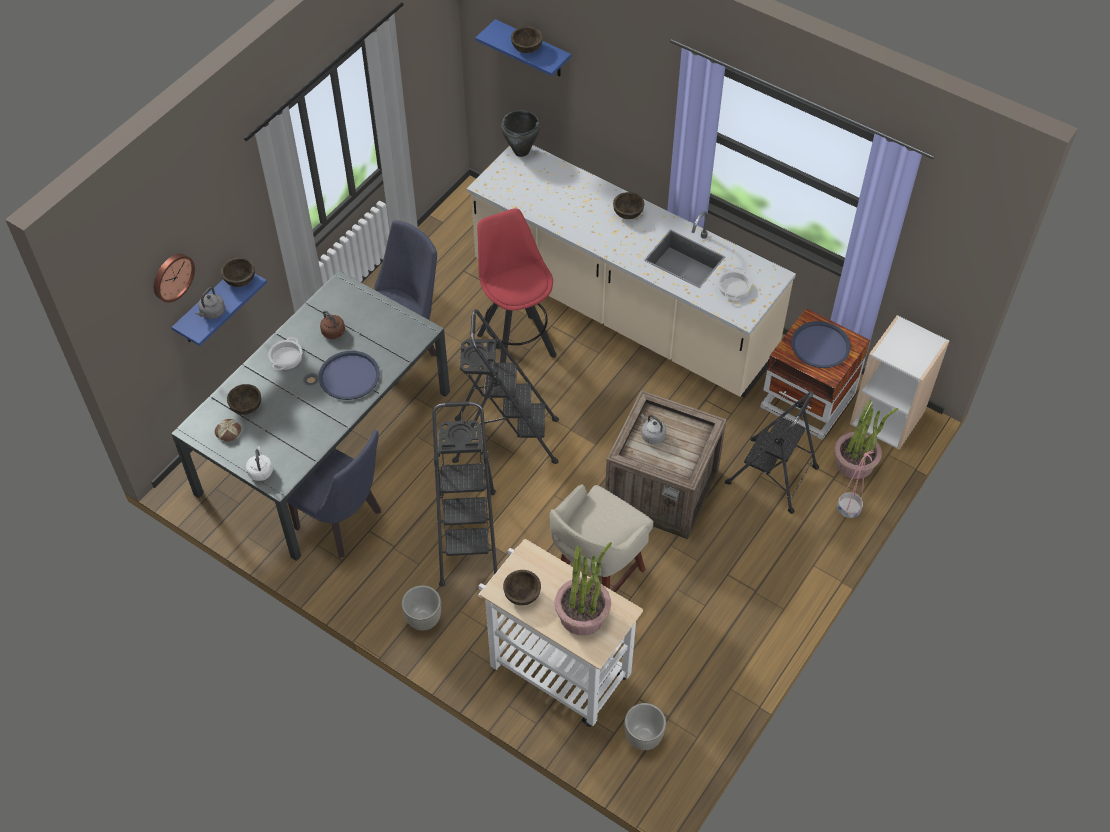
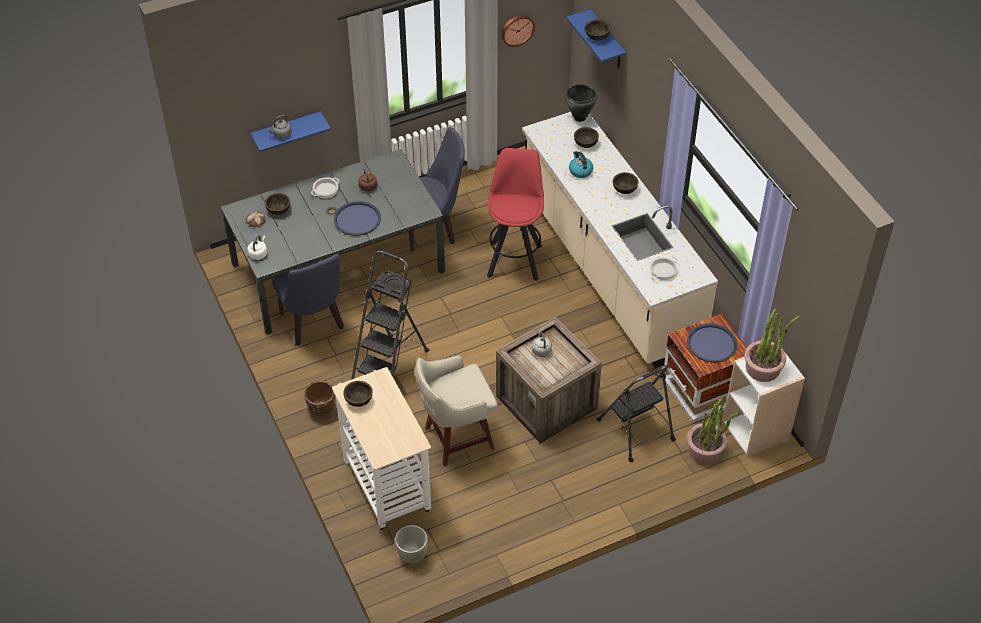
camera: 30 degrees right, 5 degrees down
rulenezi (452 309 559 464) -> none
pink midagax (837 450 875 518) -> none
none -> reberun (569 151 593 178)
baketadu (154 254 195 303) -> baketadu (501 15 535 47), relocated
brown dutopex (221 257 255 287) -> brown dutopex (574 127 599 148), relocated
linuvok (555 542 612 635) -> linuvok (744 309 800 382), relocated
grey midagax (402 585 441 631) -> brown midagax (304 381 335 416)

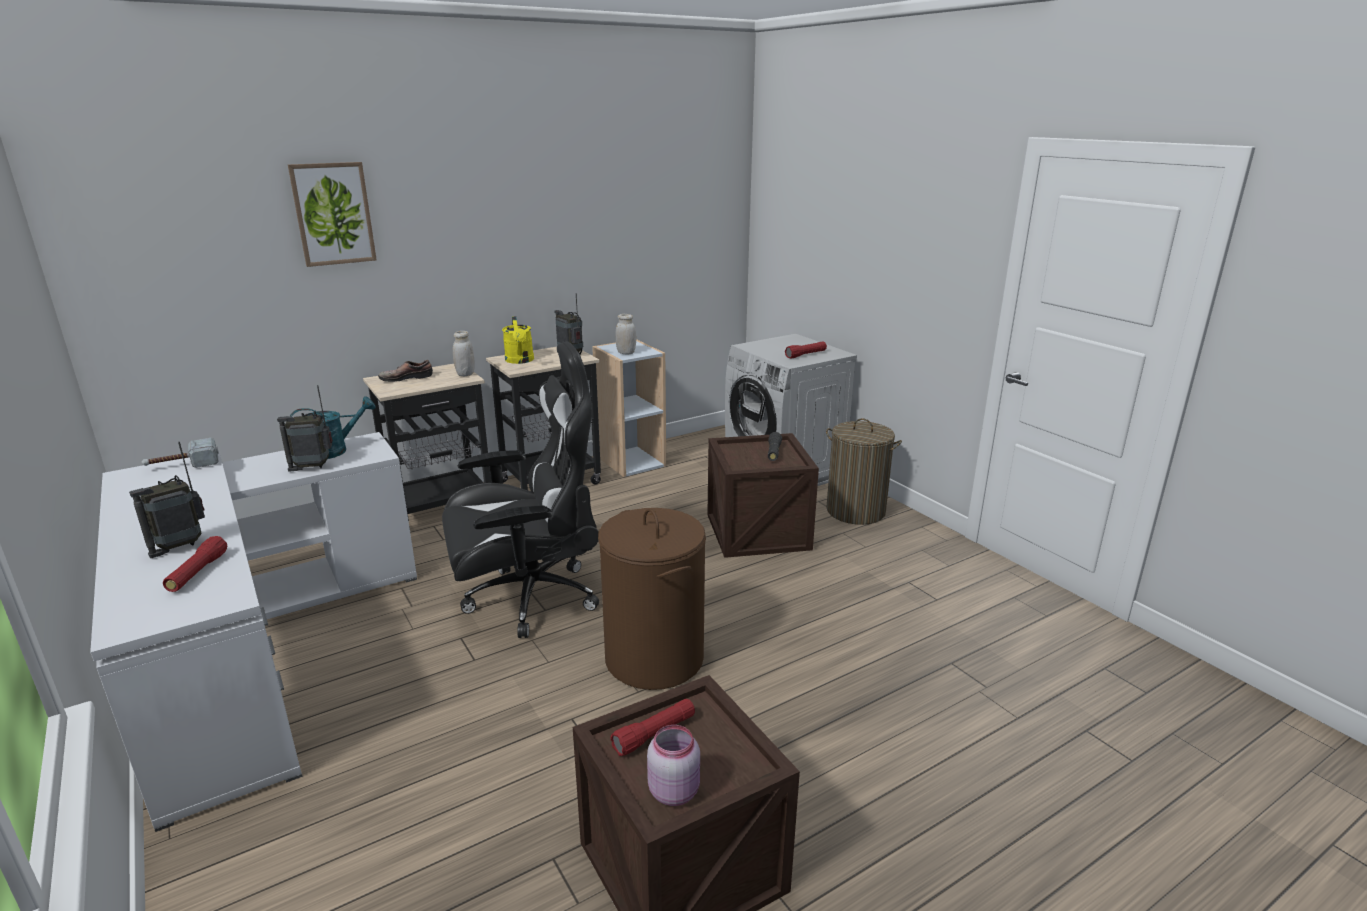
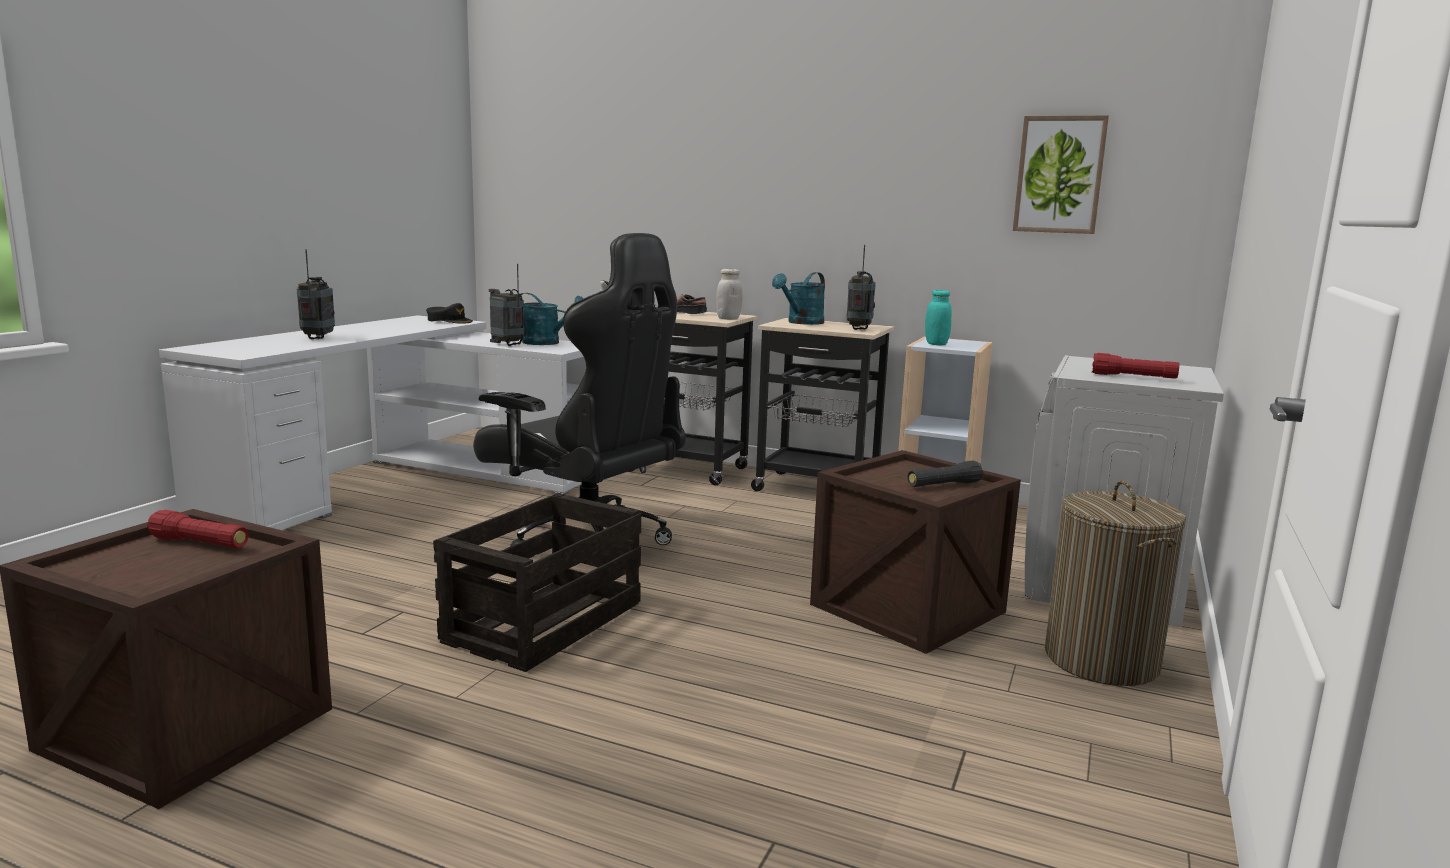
camera: 55 degrees right, 10 degrees down
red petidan (163 536 227 592) -> none
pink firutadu (647 725 700 806) -> none
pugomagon (288 162 377 267) -> pugomagon (1013 115 1109 234), relocated
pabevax (142 438 219 468) -> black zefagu (426 303 473 324)
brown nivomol (598 508 706 690) -> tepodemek (433 493 641 672)
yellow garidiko (502 316 534 364) -> turquoise garidiko (772 272 825 325)
white firutadu (616 314 636 355) -> turquoise firutadu (925 290 951 345)
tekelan (129 442 205 558) -> tekelan (297 249 335 339), 75 degrees clockwise

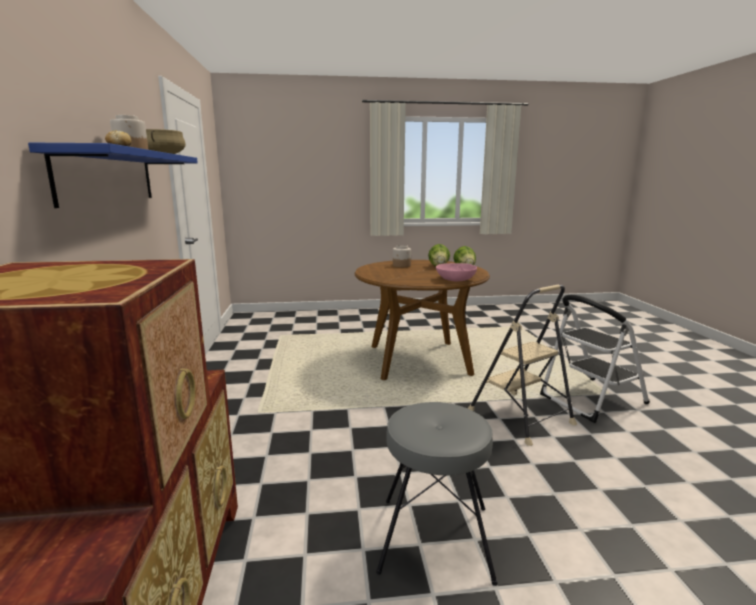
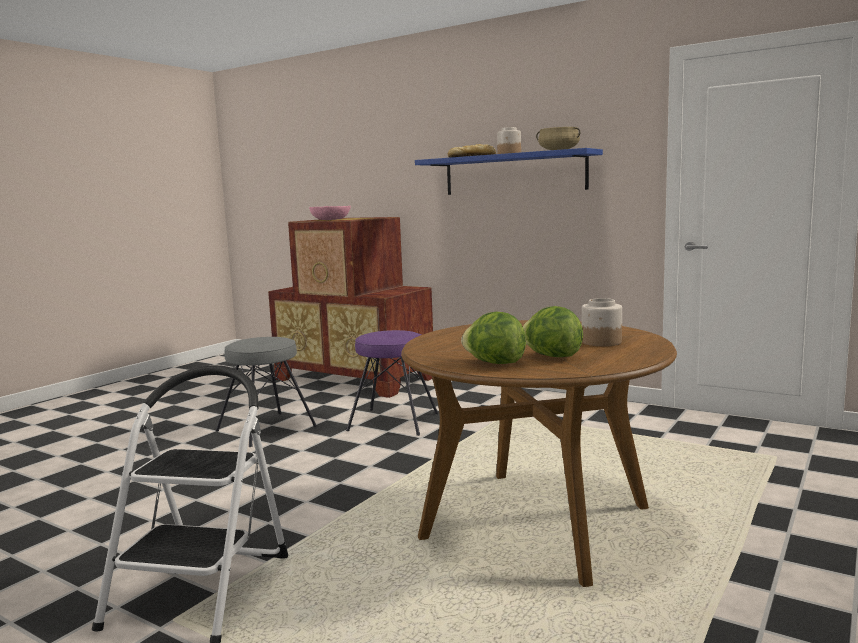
camera: 130 degrees right, 5 degrees down
beige rulenezi (468 285 577 446) -> none
none -> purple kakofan (346 330 438 436)
pink dutopex (436 263 477 281) -> pink dutopex (309 206 351 220), relocated

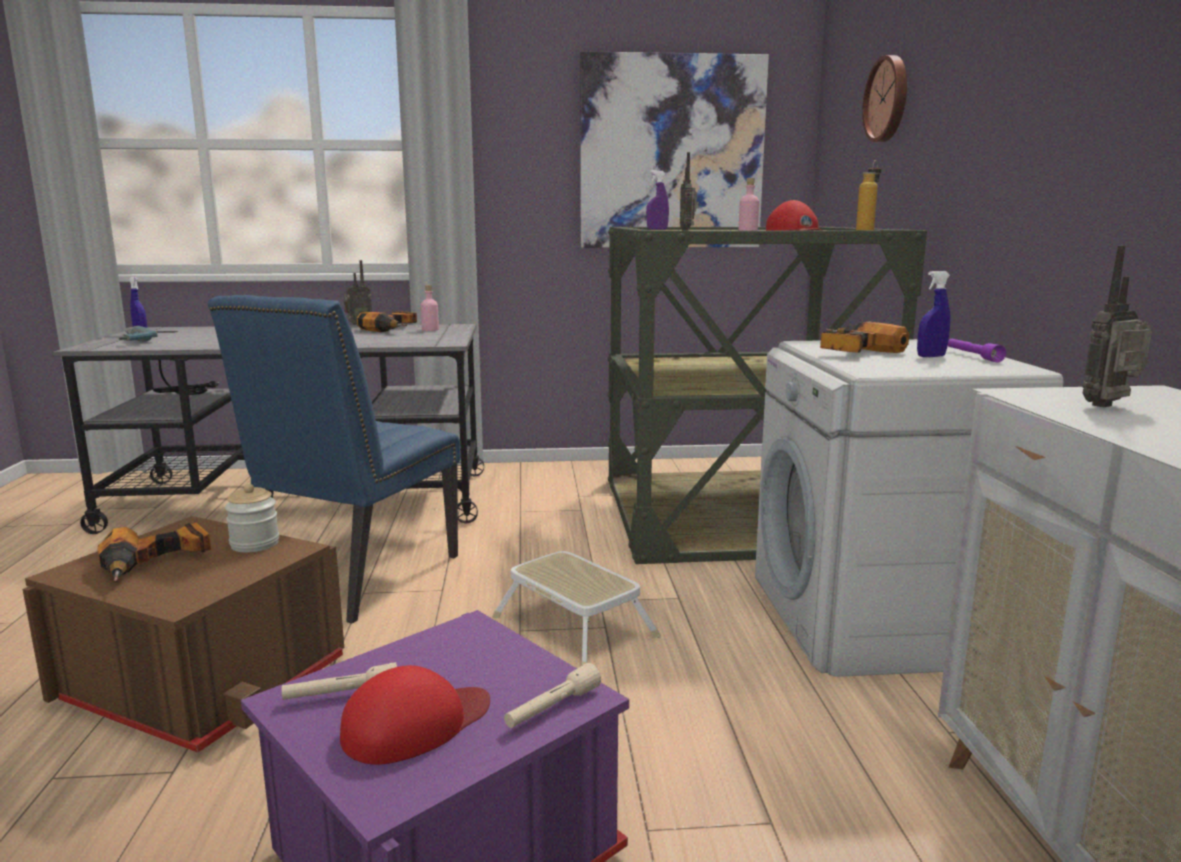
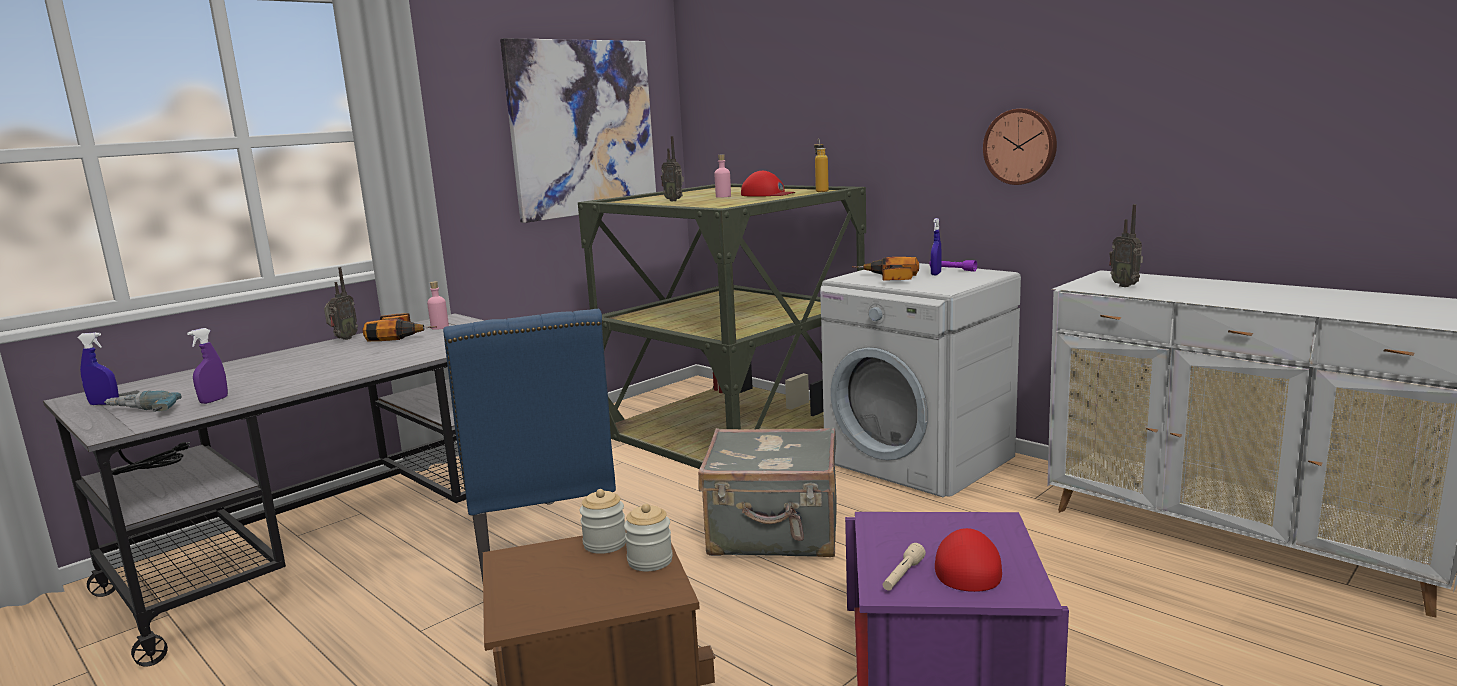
camera: 40 degrees left, 0 degrees up
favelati (97 522 211 582) -> none
beige petidan (504 663 601 728) -> none
none -> firutadu (624 504 673 571)
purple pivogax (646 170 669 230) -> purple pivogax (187 328 228 404), relocated
baketadu (862 55 907 142) -> baketadu (983 108 1057 185), relocated
beige rulenezi (492 551 661 665) -> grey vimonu (698 427 837 557)
tekelan (1082 246 1152 407) -> tekelan (1109 204 1143 287), 45 degrees counterclockwise

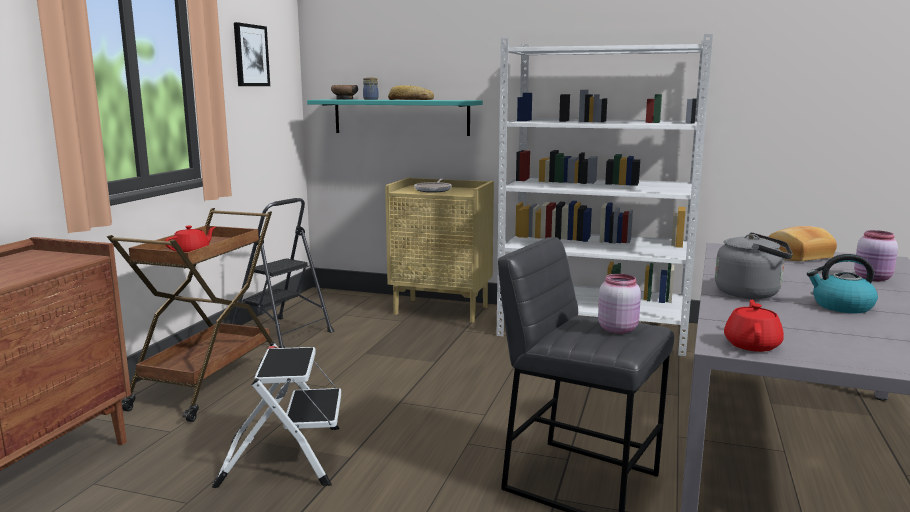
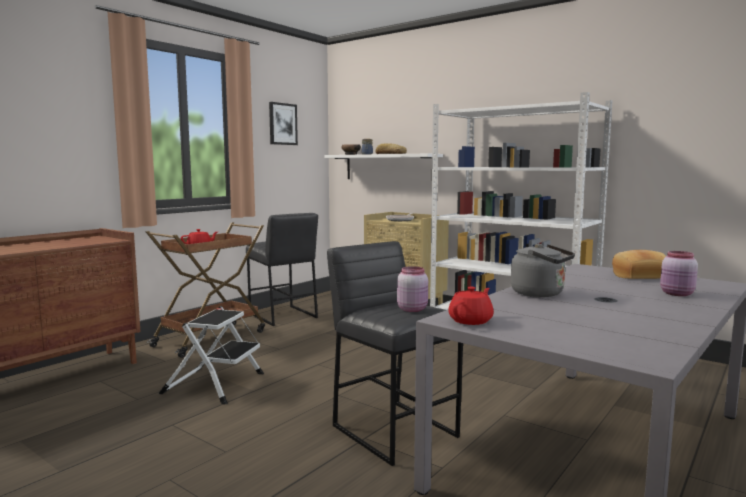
camera: 20 degrees right, 5 degrees down
reberun (807 254 878 313) -> none
black rulenezi (232 198 334 348) -> grey kakofan (246 213 318 326)
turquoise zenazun (307 99 483 136) -> white zenazun (325 153 443 179)

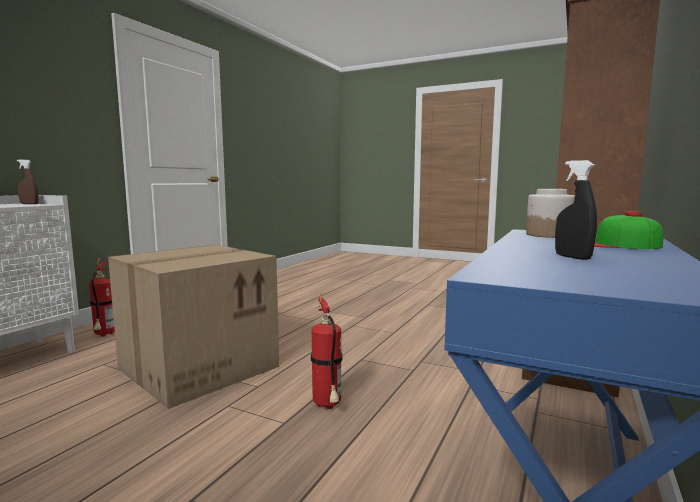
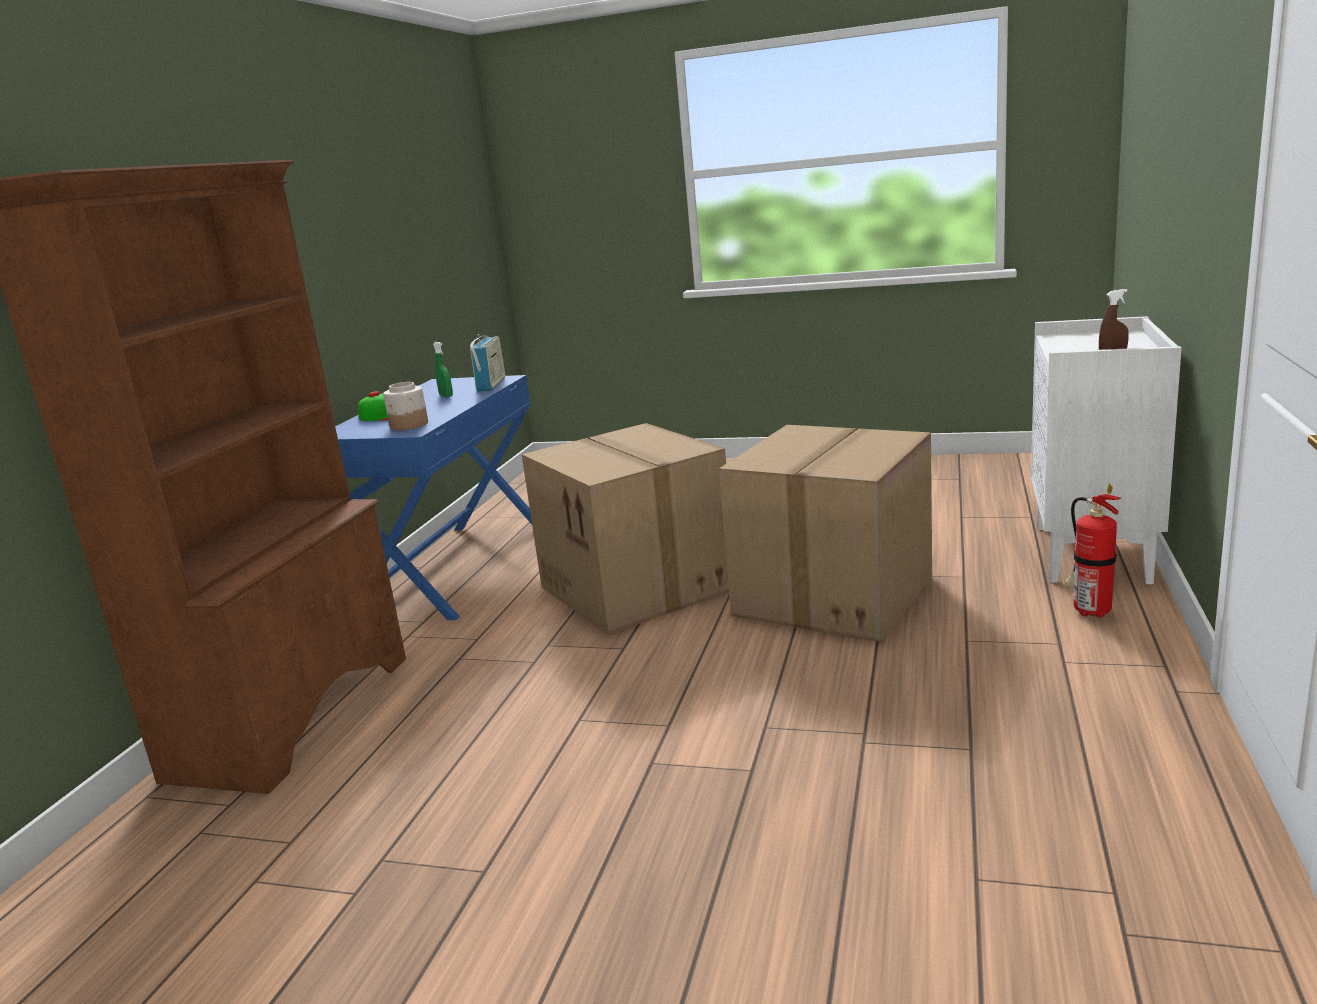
camera: 170 degrees right, 10 degrees up
none -> tekelan (470 334 505 392)
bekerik (311 293 342 409) -> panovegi (522 423 729 635)
black pivogax (555 160 597 260) -> green pivogax (433 342 453 397)

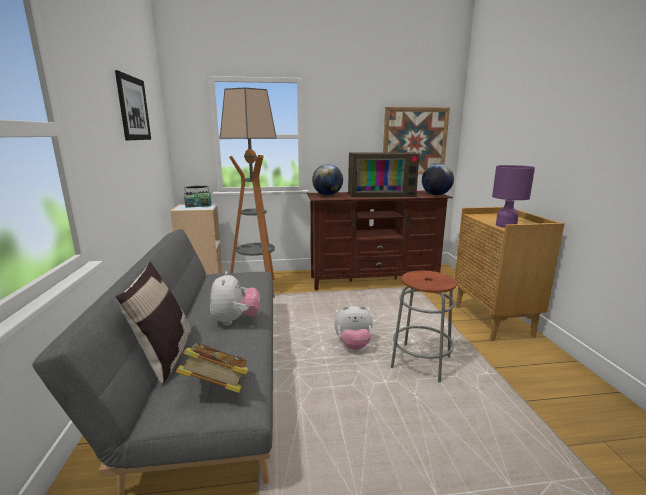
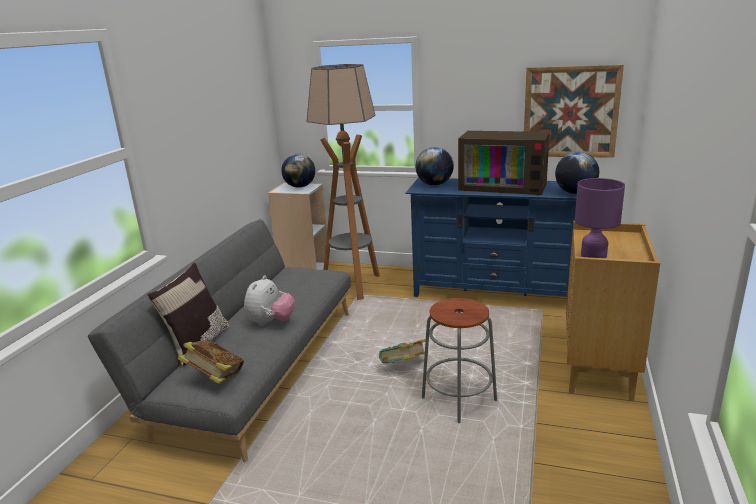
camera: 25 degrees right, 5 degrees up
pugomagon (115 70 151 140) -> none
tekelan (184 186 211 208) -> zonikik (281 154 315 188)
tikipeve (334 306 373 350) -> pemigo (379 339 429 363)
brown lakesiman (307 191 453 290) -> blue lakesiman (405 178 577 297)

